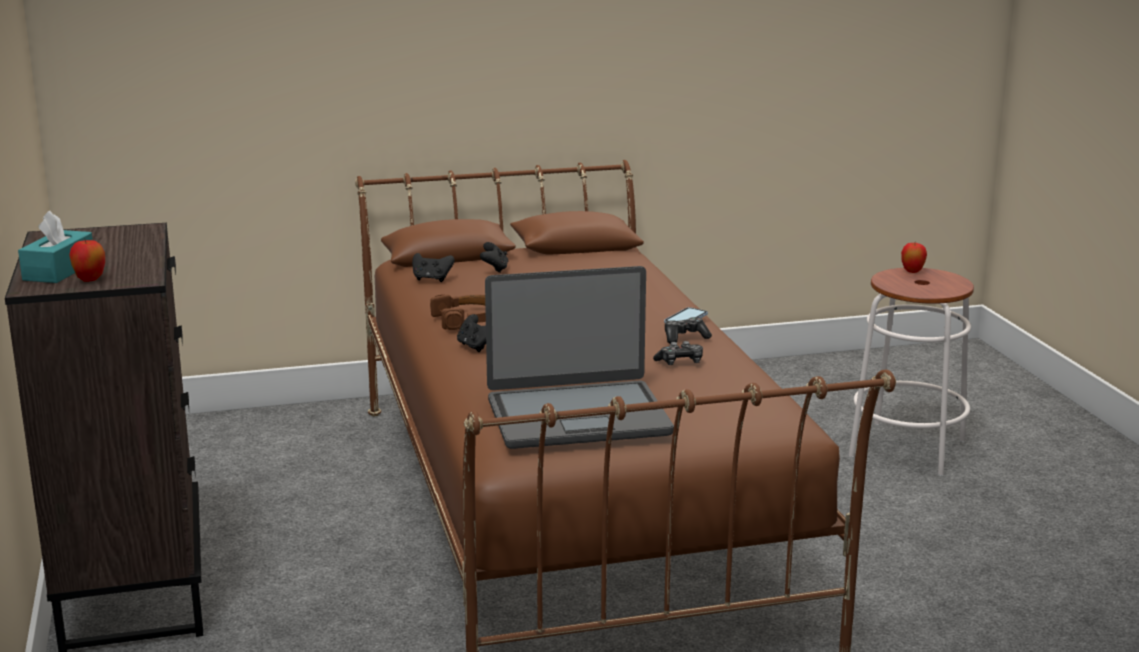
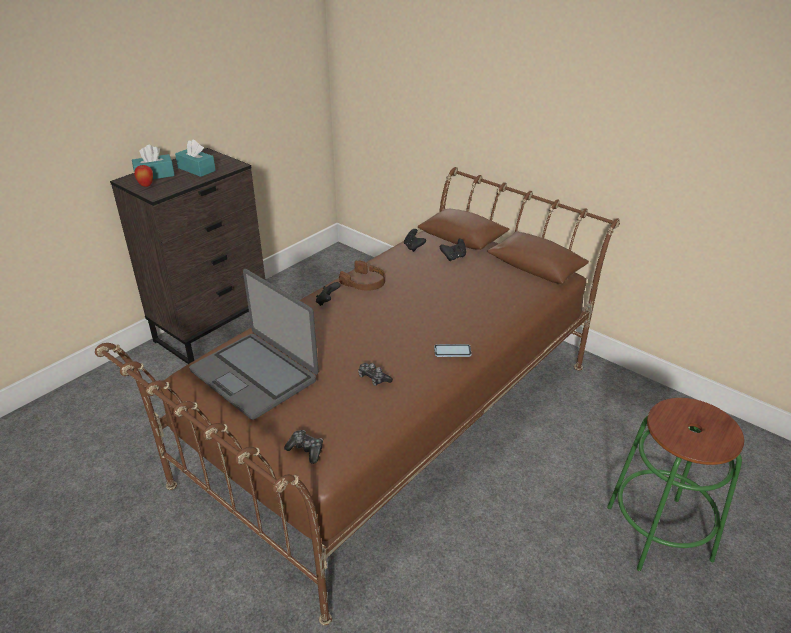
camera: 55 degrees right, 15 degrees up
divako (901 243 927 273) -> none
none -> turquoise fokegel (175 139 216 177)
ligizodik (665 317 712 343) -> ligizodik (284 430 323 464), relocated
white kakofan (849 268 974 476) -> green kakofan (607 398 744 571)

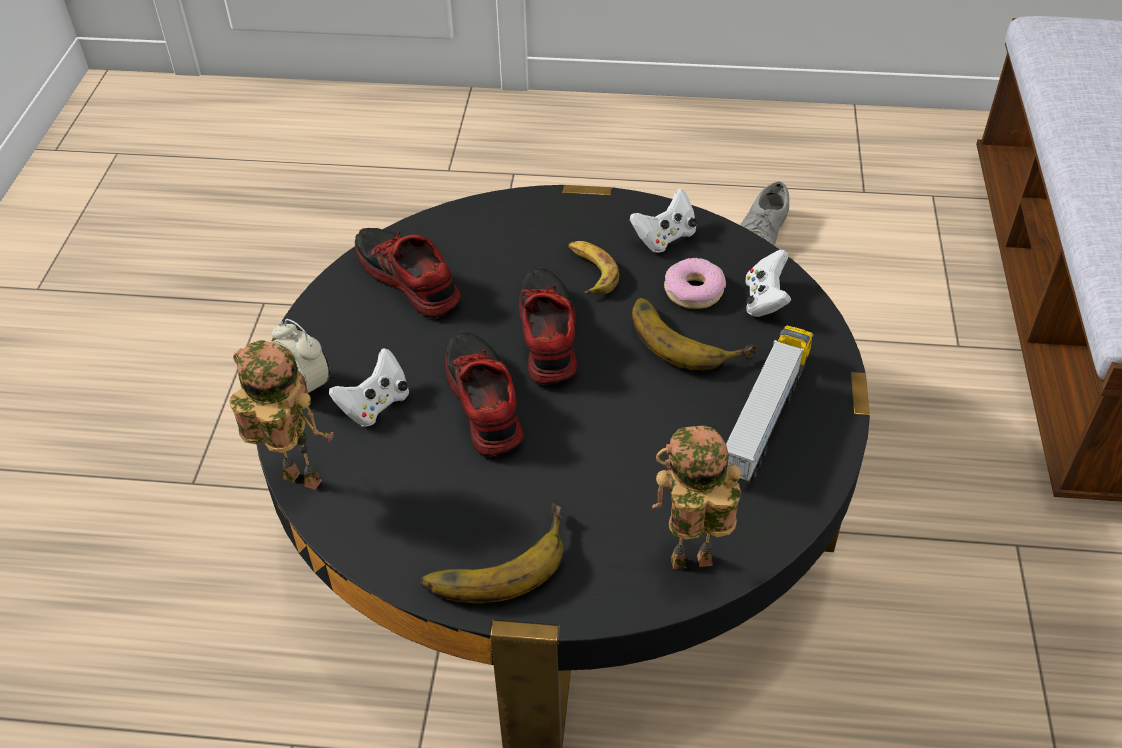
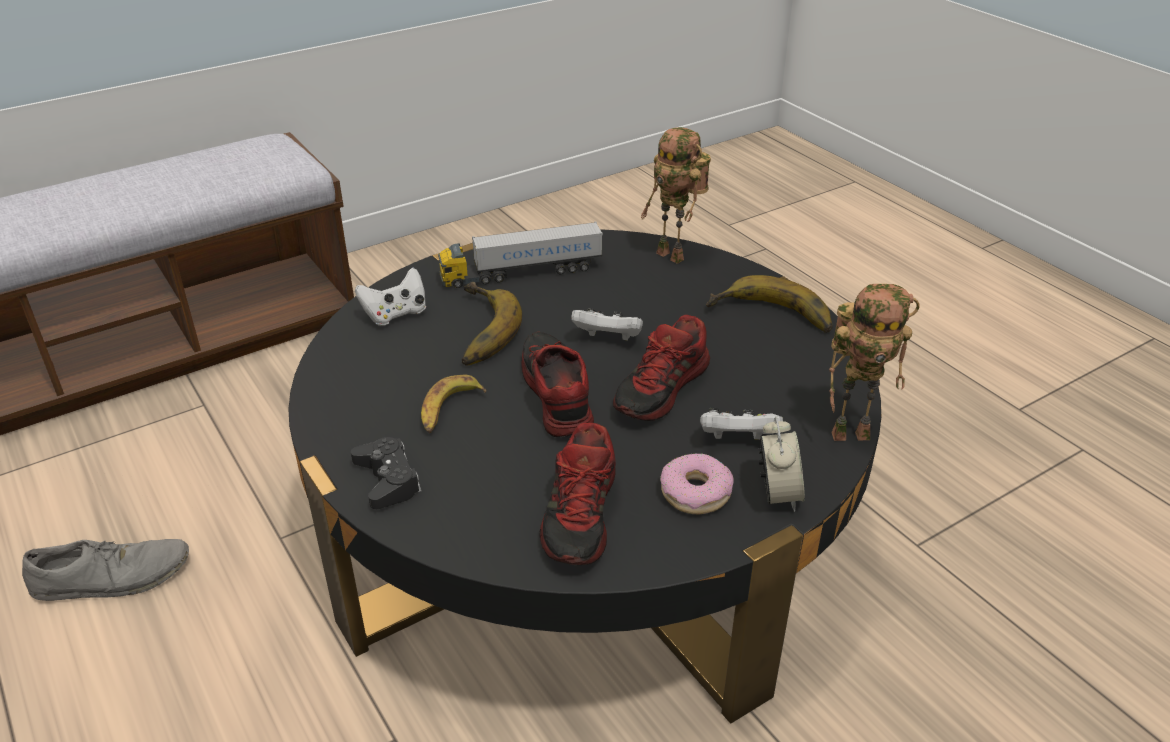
camera: 130 degrees left, 10 degrees down
none -> black ligizodik (351 437 422 509)
white ligizodik (630 189 697 253) -> white ligizodik (571 308 643 341), relocated
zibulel (664 258 726 309) -> zibulel (660 453 734 514), relocated
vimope (229 340 334 490) -> vimope (829 284 920 441), 75 degrees counterclockwise
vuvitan (519 267 577 385) -> vuvitan (521 332 594 437), 120 degrees clockwise

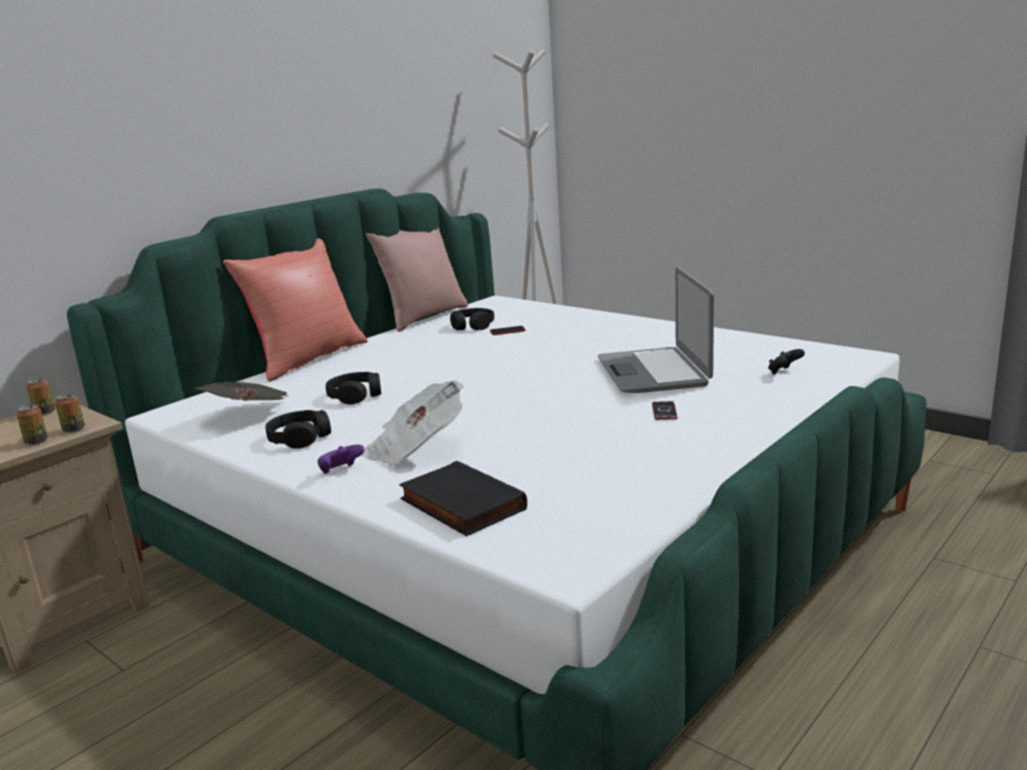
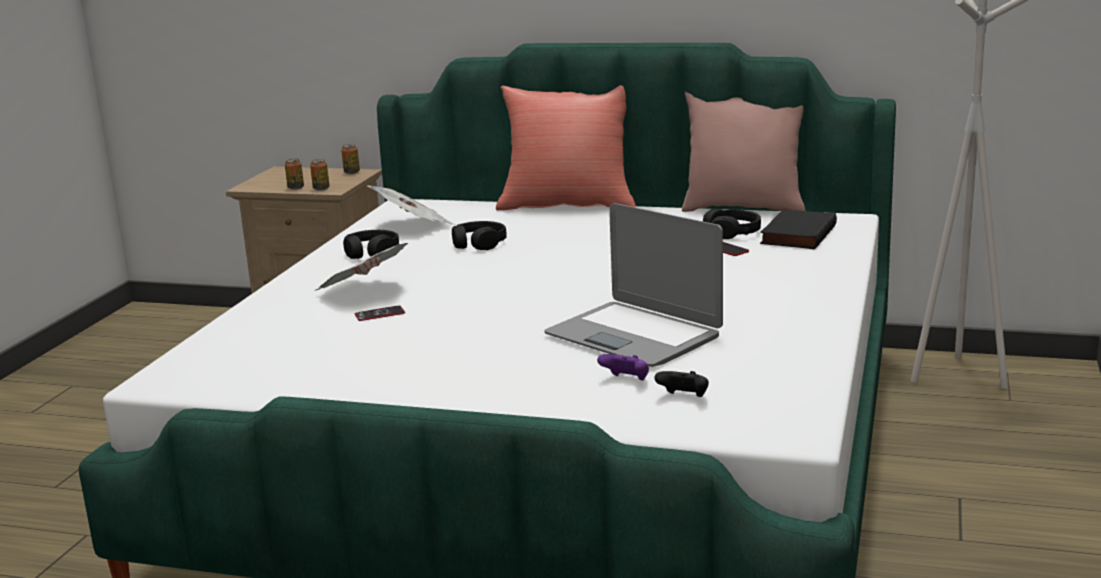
camera: 65 degrees right, 0 degrees up
purple ligizodik (318 444 365 474) -> purple ligizodik (597 354 649 380), relocated
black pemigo (399 461 527 536) -> black pemigo (760 209 837 249), relocated
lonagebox (652 401 678 420) -> lonagebox (355 305 405 321), relocated
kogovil (598 267 714 393) -> kogovil (544 203 723 367), 105 degrees counterclockwise

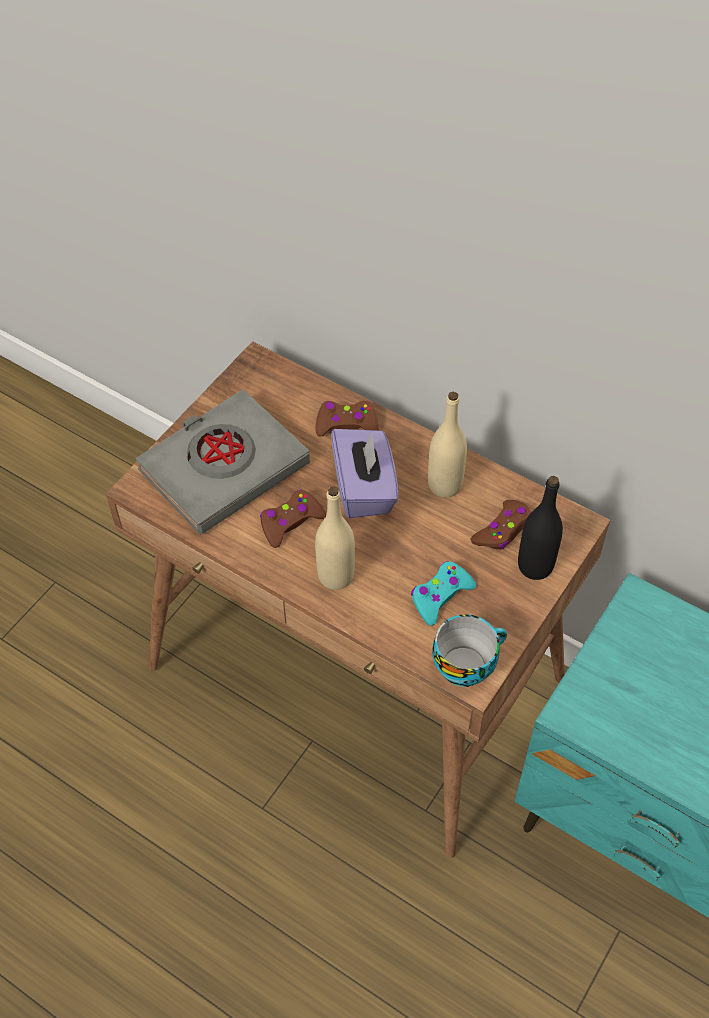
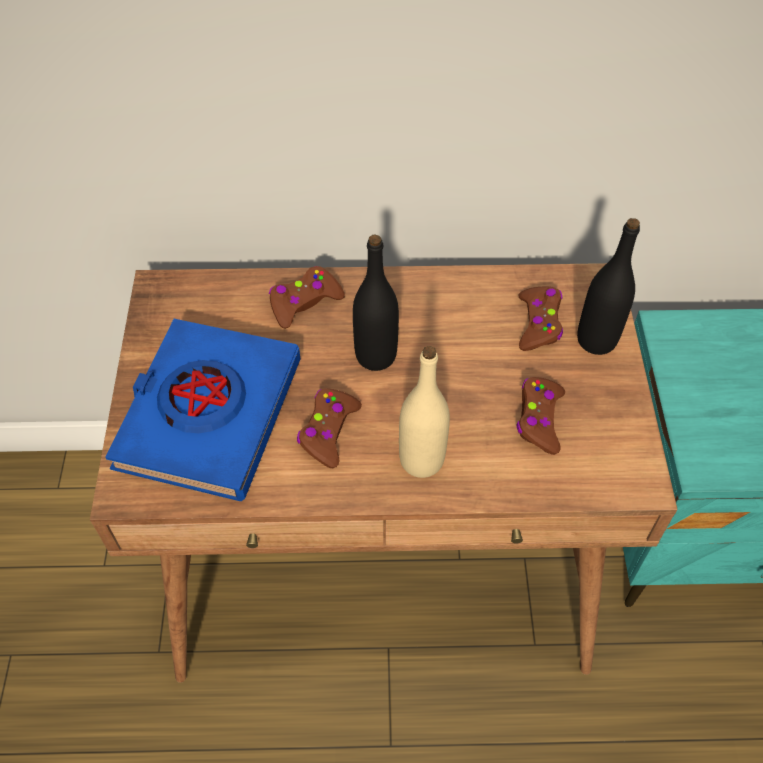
camera: 35 degrees left, 0 degrees up
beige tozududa (428 392 467 498) -> none
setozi (433 614 507 687) -> none
purple fokegel (331 429 398 518) -> black tozududa (353 234 399 371)
grey pemigo (136 389 310 535) -> blue pemigo (105 319 300 501)
turquoise ligizodik (411 561 476 626) -> brown ligizodik (517 377 565 455)

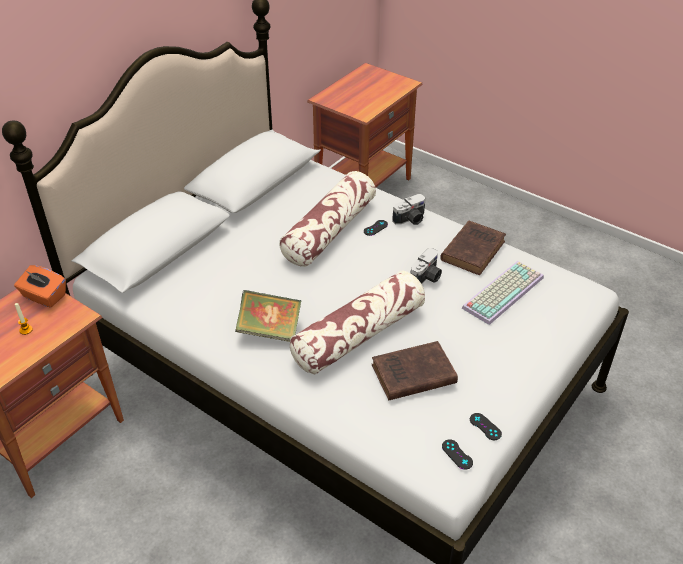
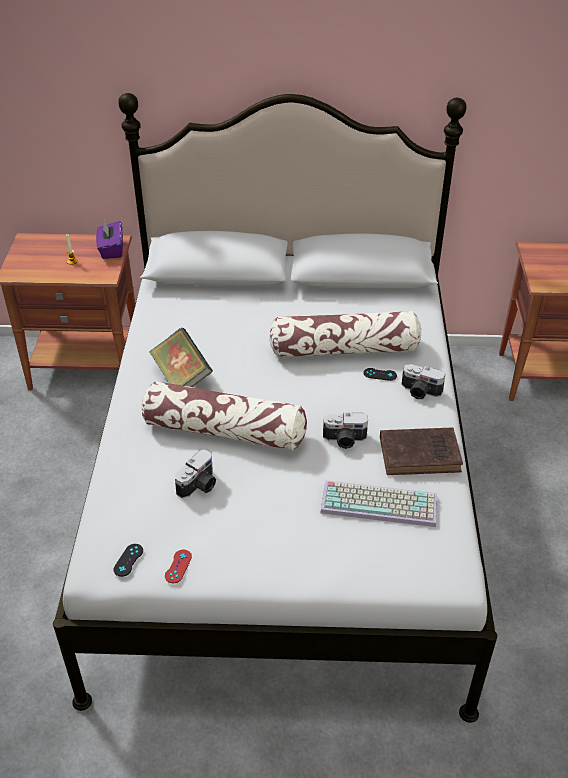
camera: 55 degrees right, 0 degrees up
brown pemigo (372 341 458 400) -> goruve (175 449 216 499)
orange fokegel (14 265 66 308) -> purple fokegel (96 220 123 259)
black ligizodik (470 413 502 440) -> red ligizodik (165 550 192 583)

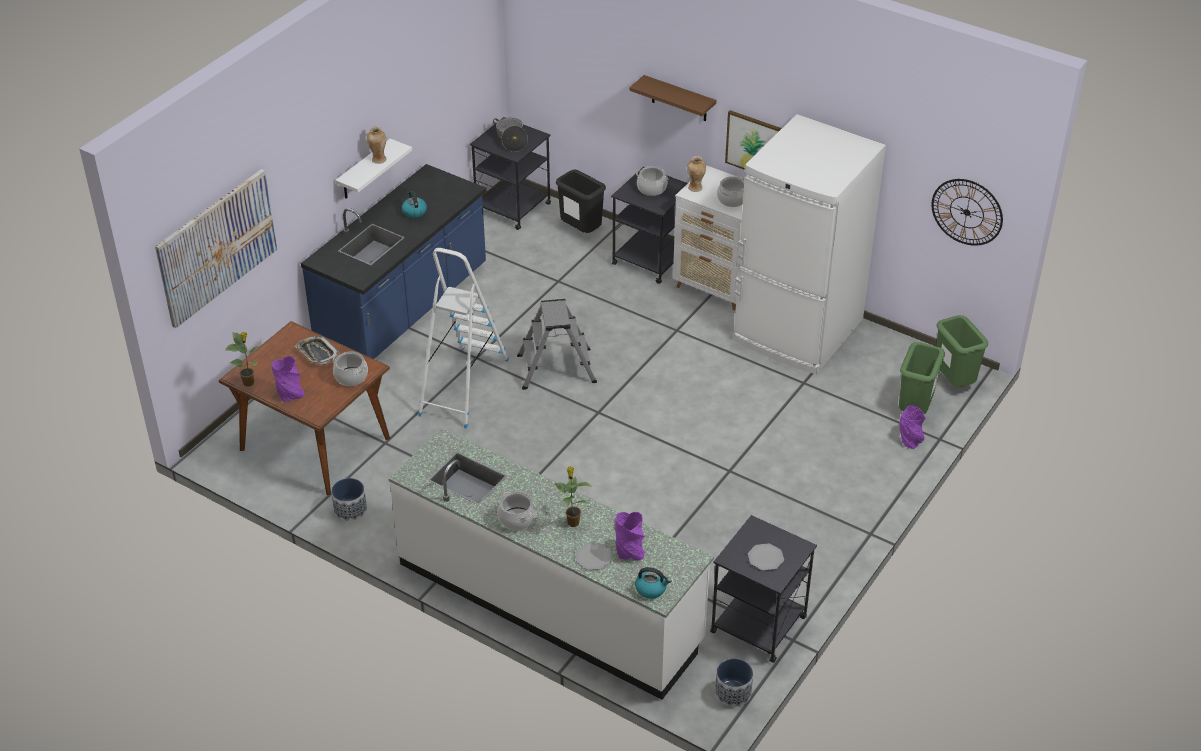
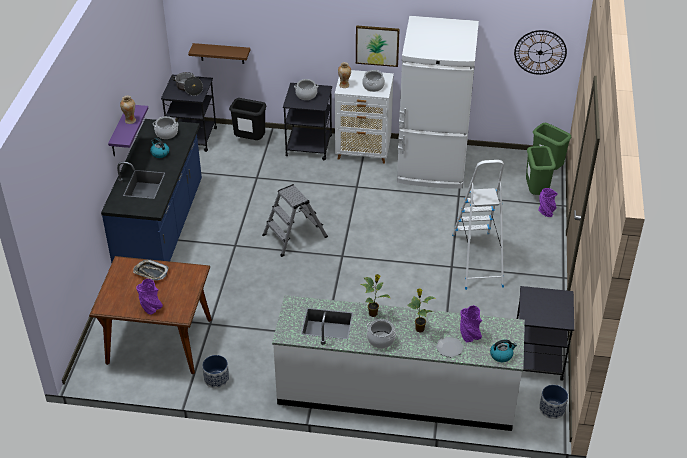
camera: 25 degrees left, 0 degrees up
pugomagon (155 169 277 328) -> none
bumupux (748 543 784 571) -> none
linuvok (225 332 261 387) -> linuvok (361 274 390 317), relocated
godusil (333 352 368 386) -> godusil (153 116 179 139), relocated
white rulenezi (418 248 509 428) -> white rulenezi (452 160 504 290), relocated
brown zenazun (629 75 716 121) -> brown zenazun (188 43 250 64), relocated
white zenazun (335 139 412 199) -> purple zenazun (108 105 148 156)

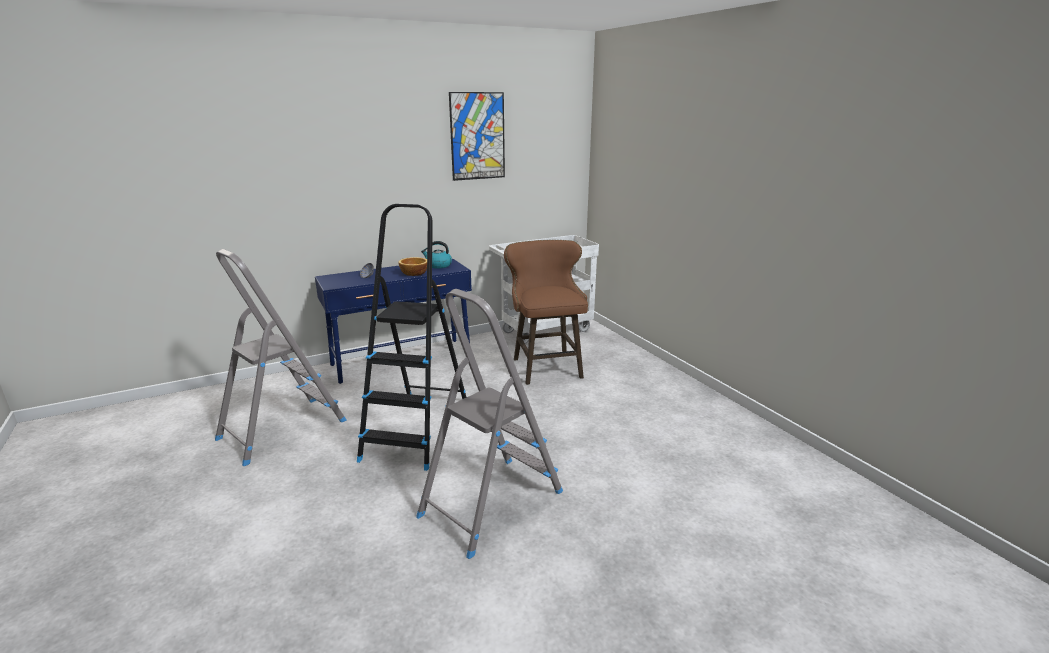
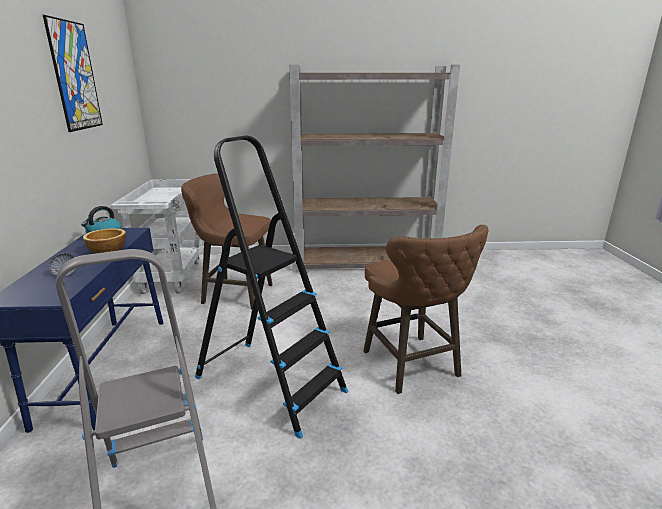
camera: 65 degrees left, 0 degrees up
none -> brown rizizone (289 65 460 273)
grey rulenezi (416 289 563 559) -> brown kakofan (363 225 489 394)

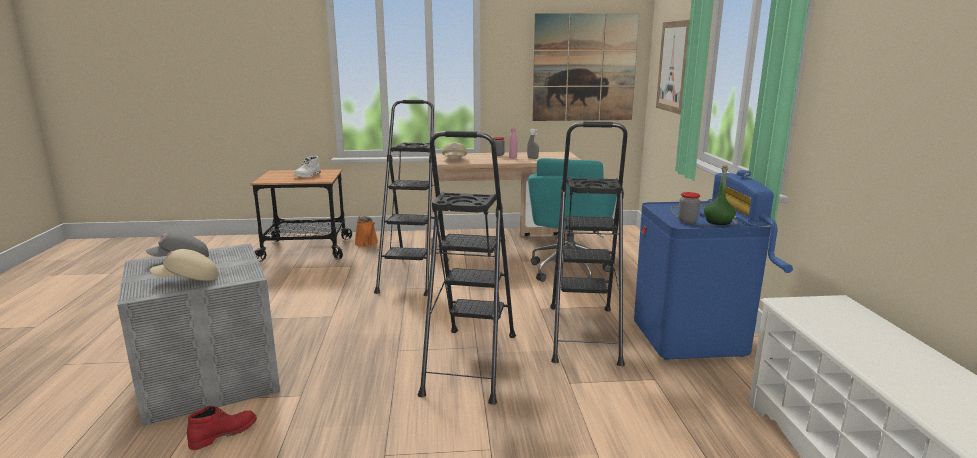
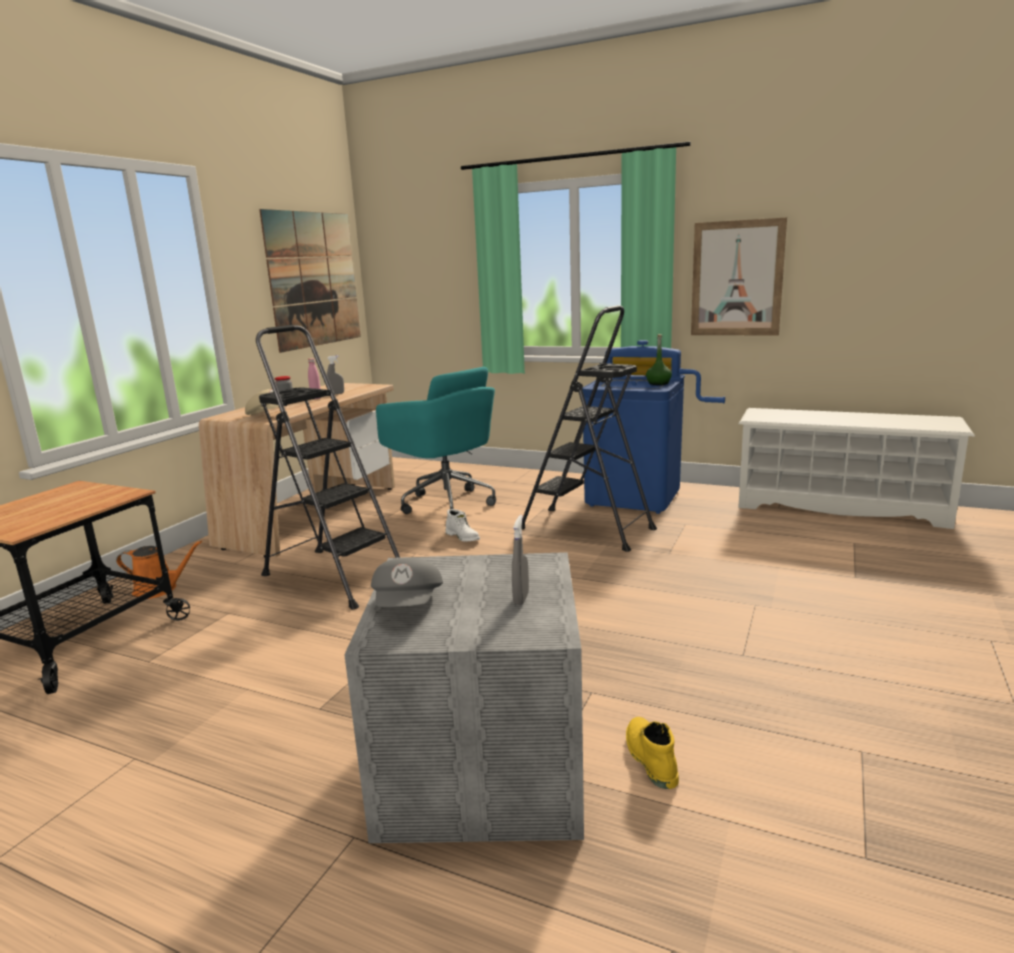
camera: 60 degrees left, 0 degrees up
rulenezi (418 131 516 405) -> none
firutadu (678 192 700 223) -> none
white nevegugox (293 156 321 177) -> white nevegugox (446 509 480 542), relocated
pugomagon (656 20 690 115) -> pugomagon (691 217 787 335), relocated
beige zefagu (150 249 218 281) -> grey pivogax (512 515 529 605)
red nevegugox (187 406 257 450) -> yellow nevegugox (626 717 679 789)

